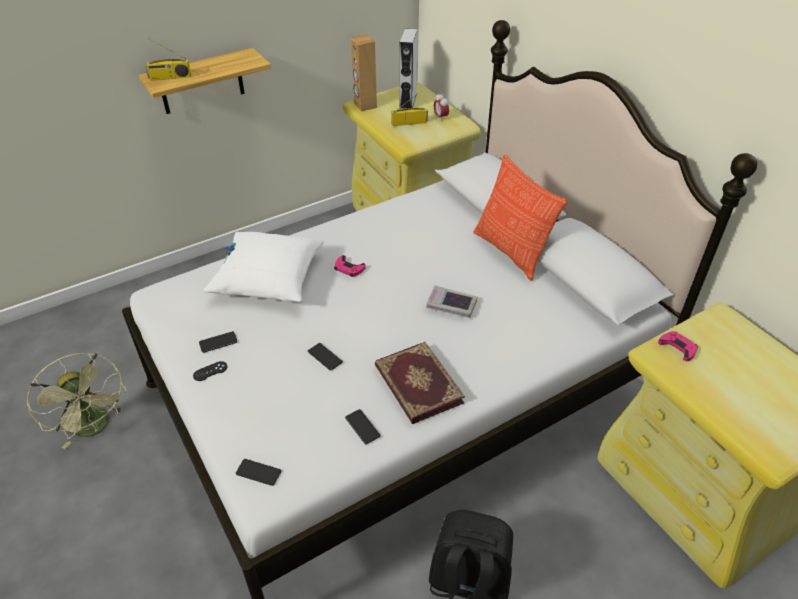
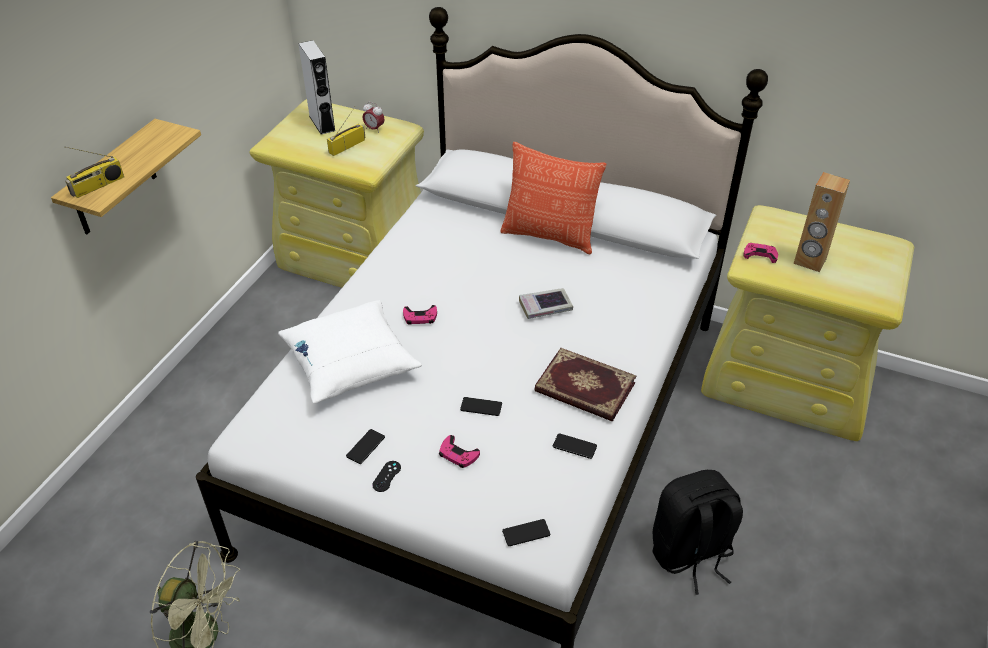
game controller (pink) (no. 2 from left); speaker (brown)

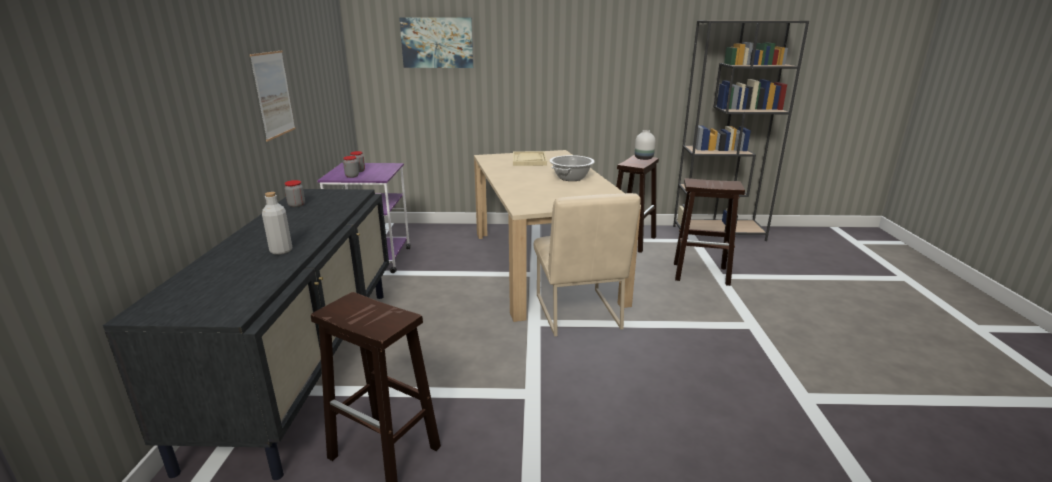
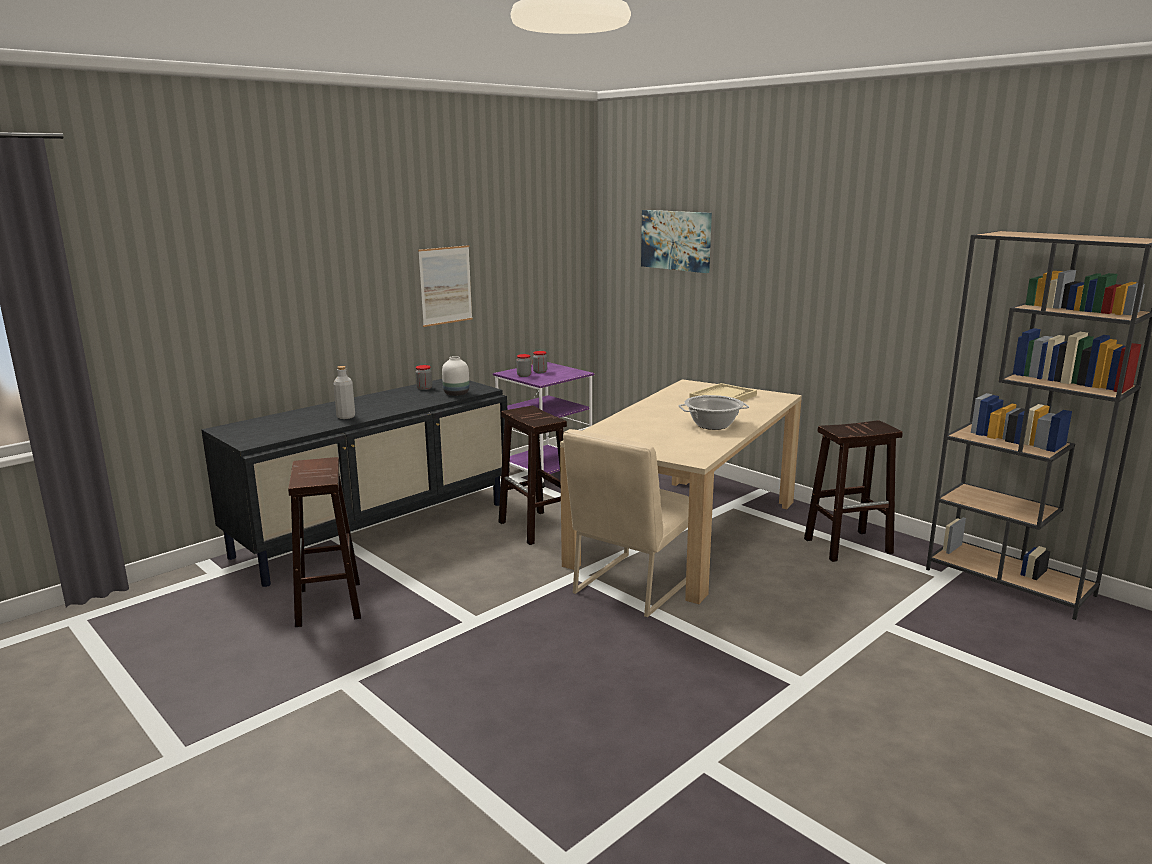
vase (white); stool (brown) (no. 2 from left)

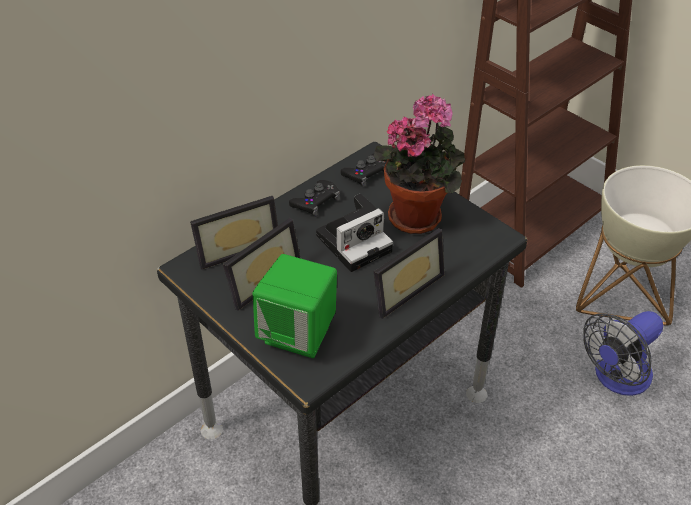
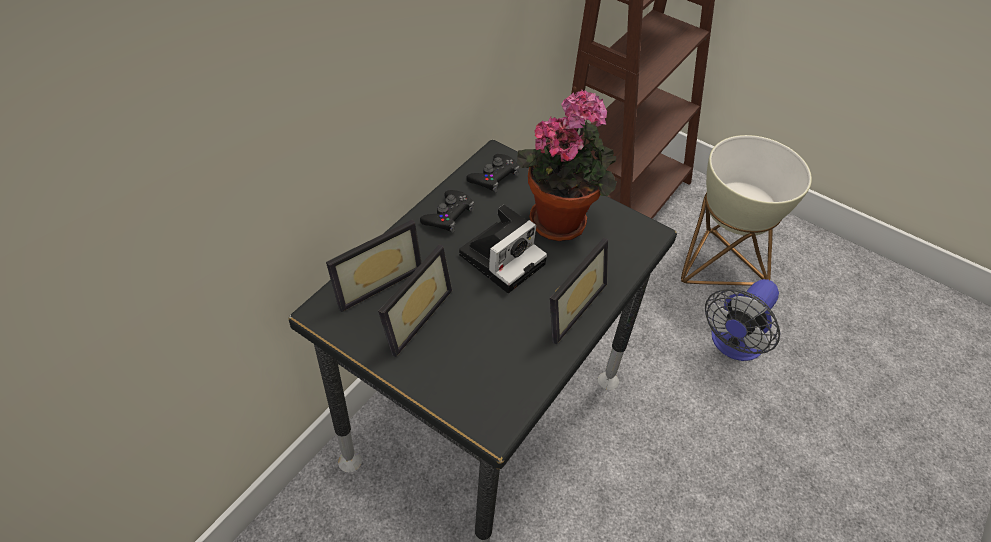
speaker (green)

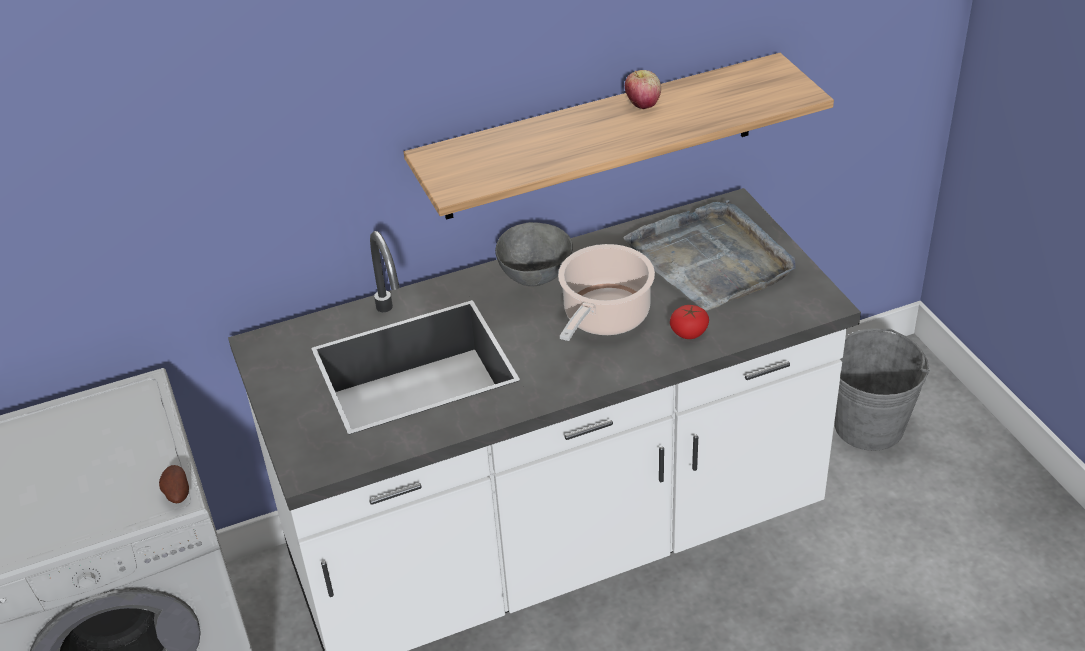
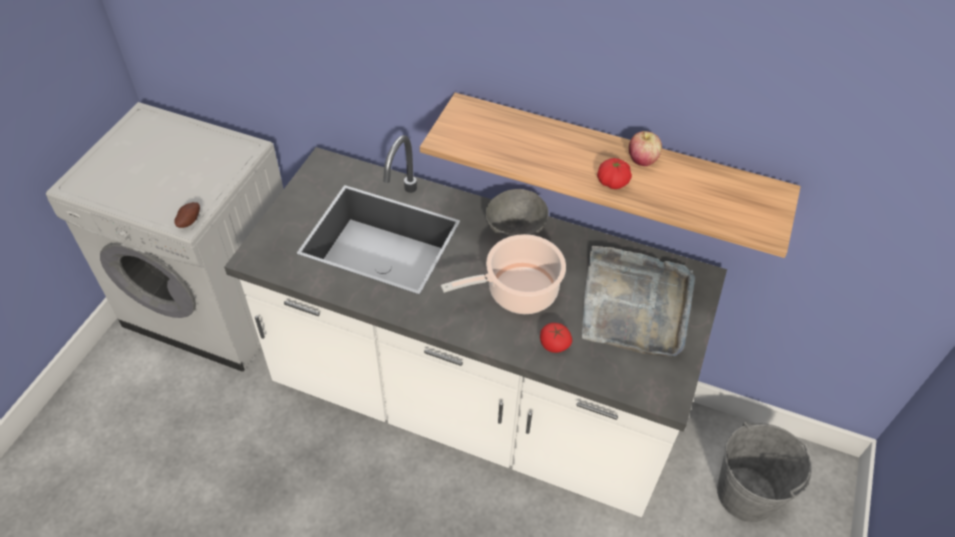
tomato (no. 2 from left)

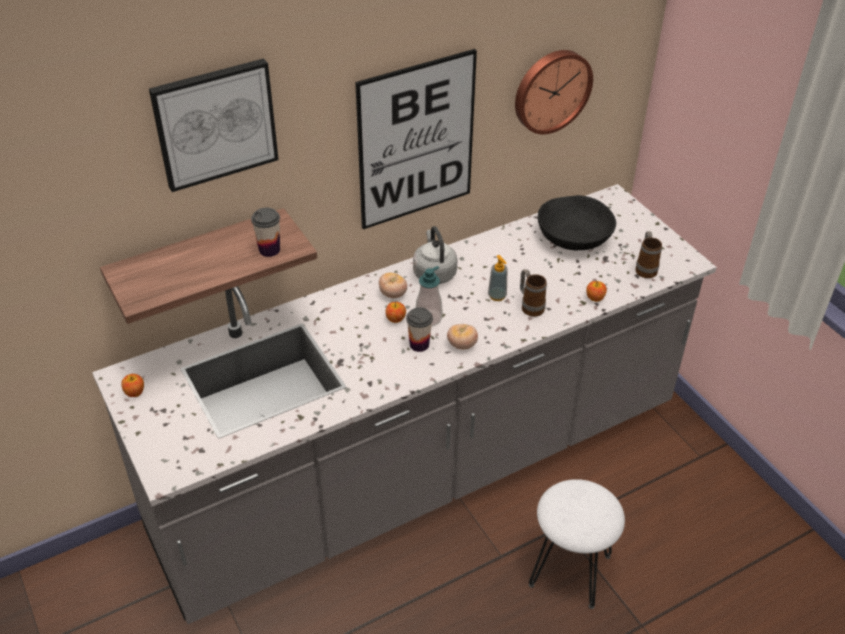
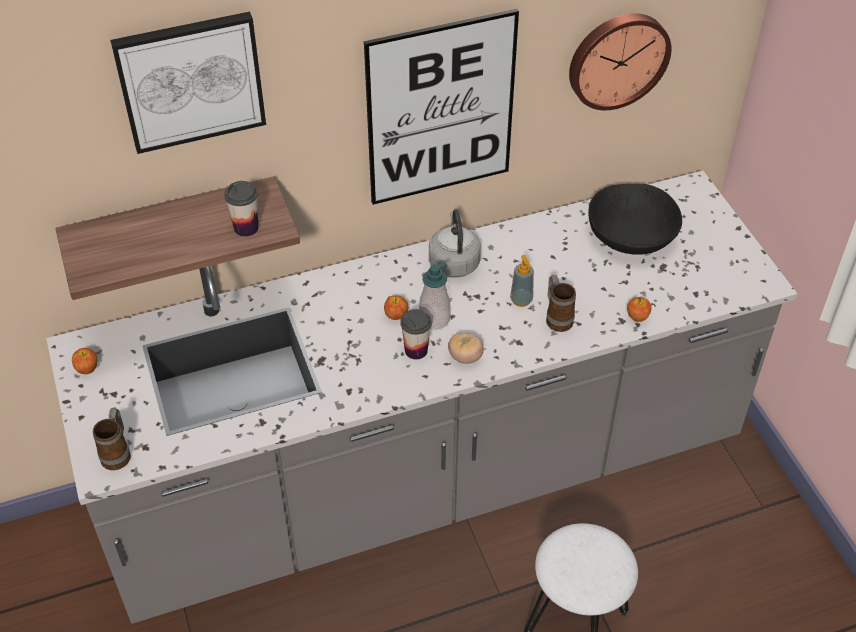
tomato (no. 1 from left in the first image); mug (no. 1 from left)

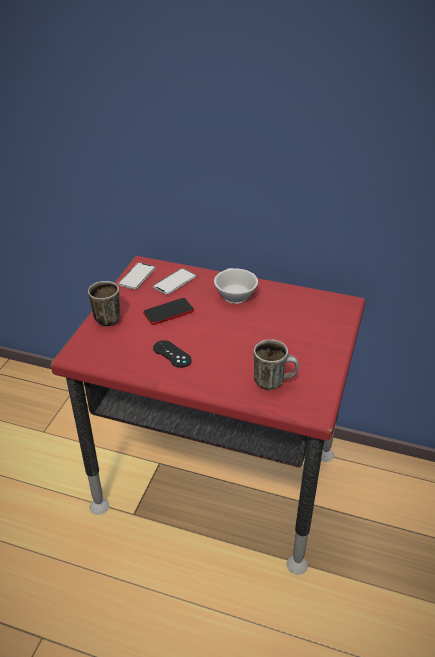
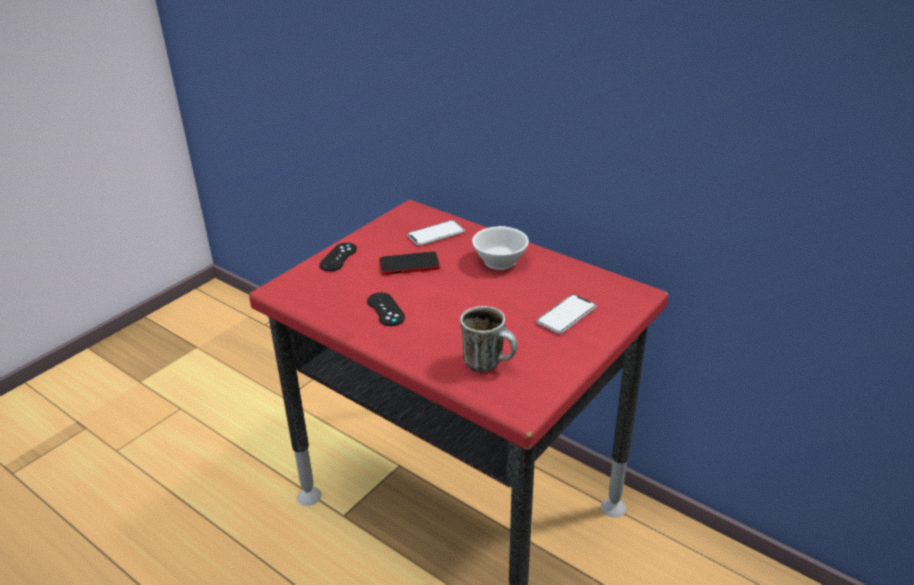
phone (no. 3 from left); game controller (black) (no. 1 from left)

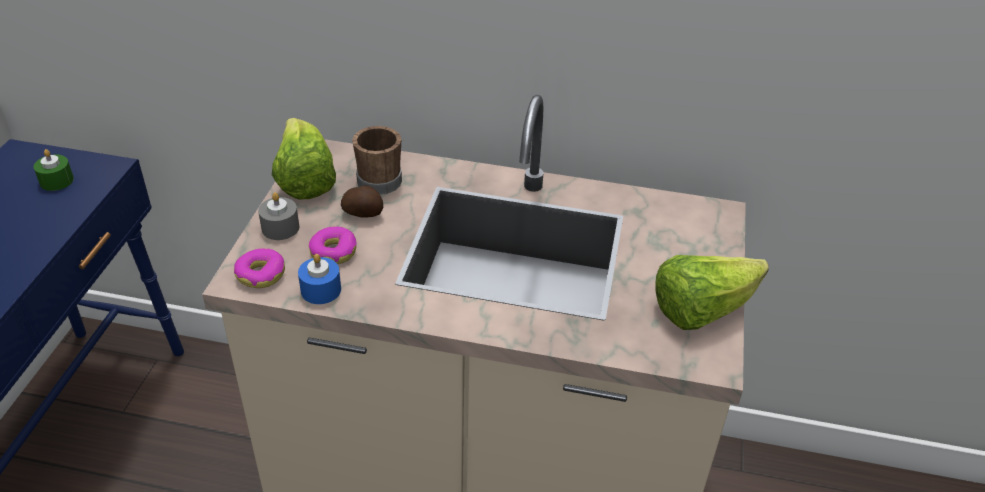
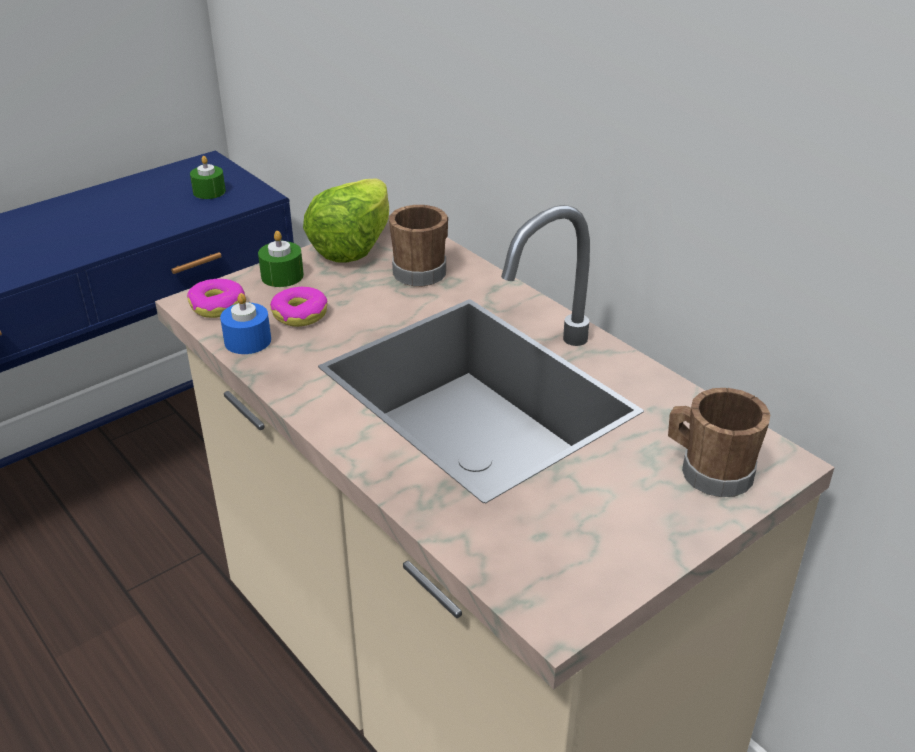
potato; lettuce (no. 2 from left in the first image); mug (brown) (no. 2 from left); candle (green) (no. 2 from left)

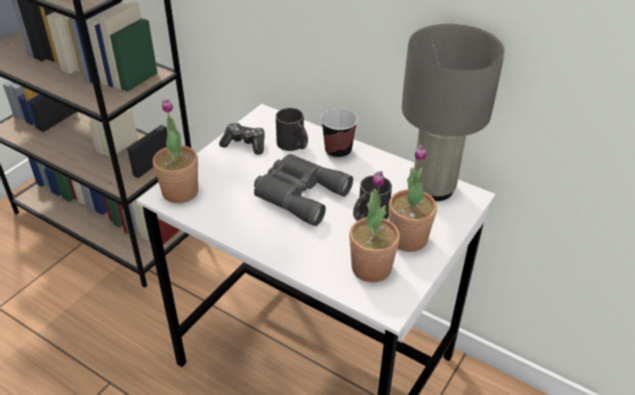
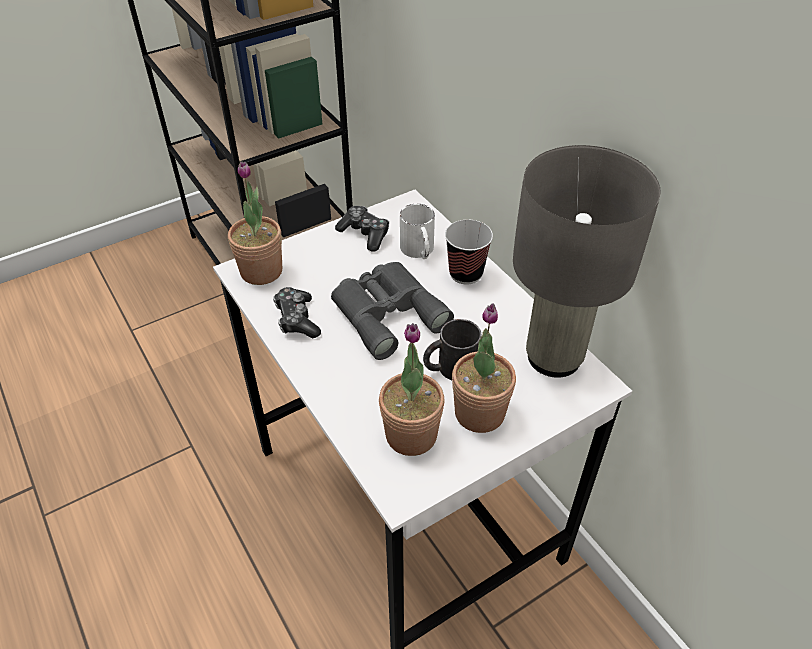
game controller (no. 1 from left); mug (white)

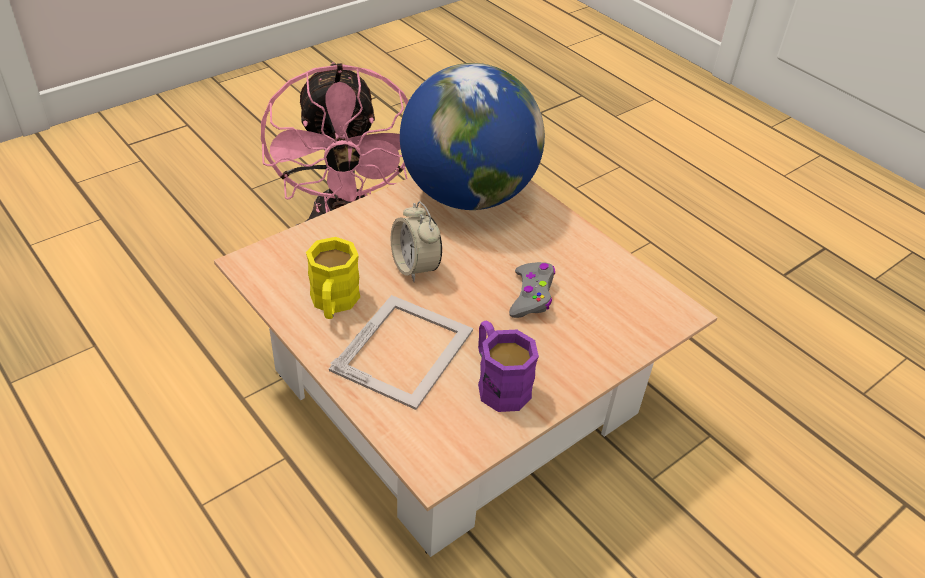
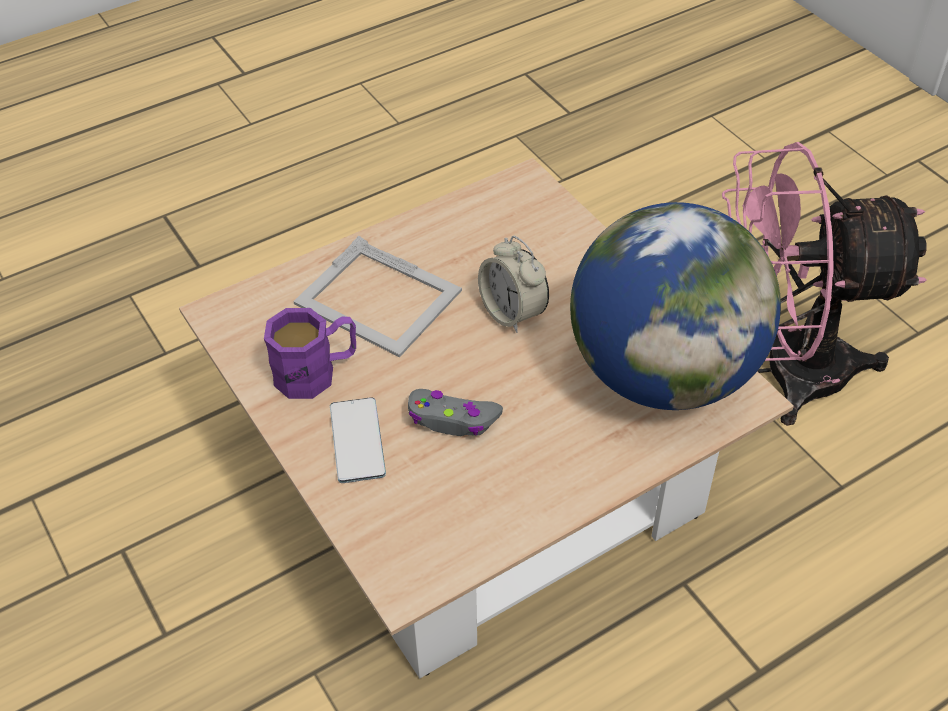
mug (yellow); phone; alarm clock

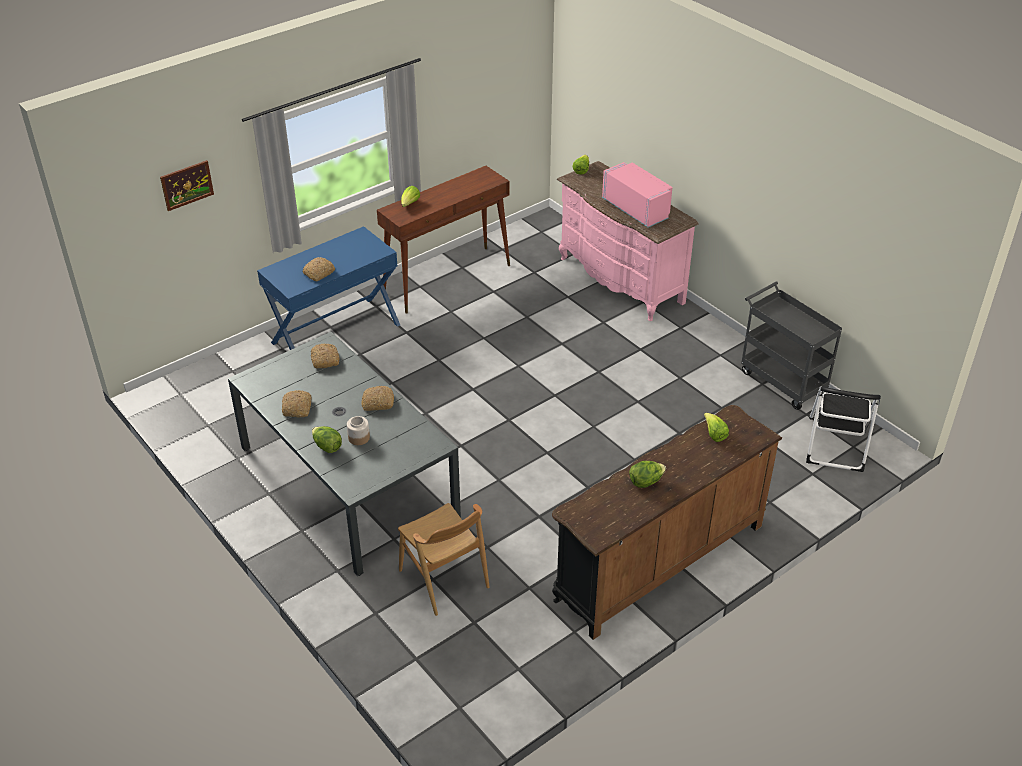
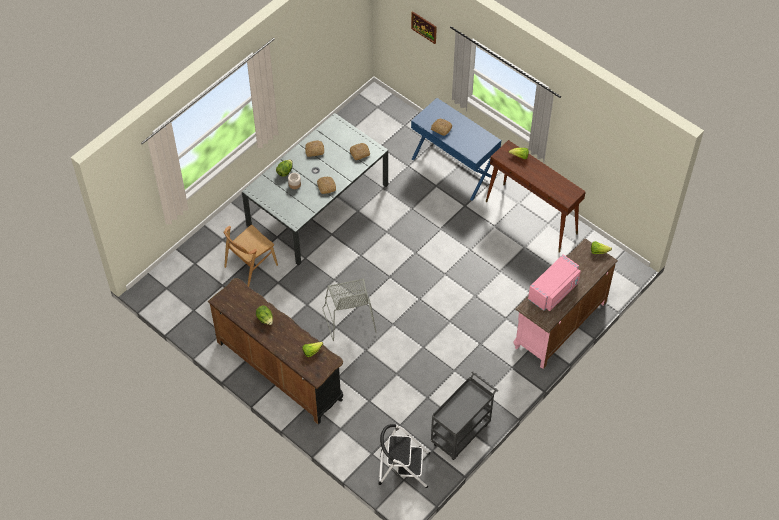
stool (grey)

